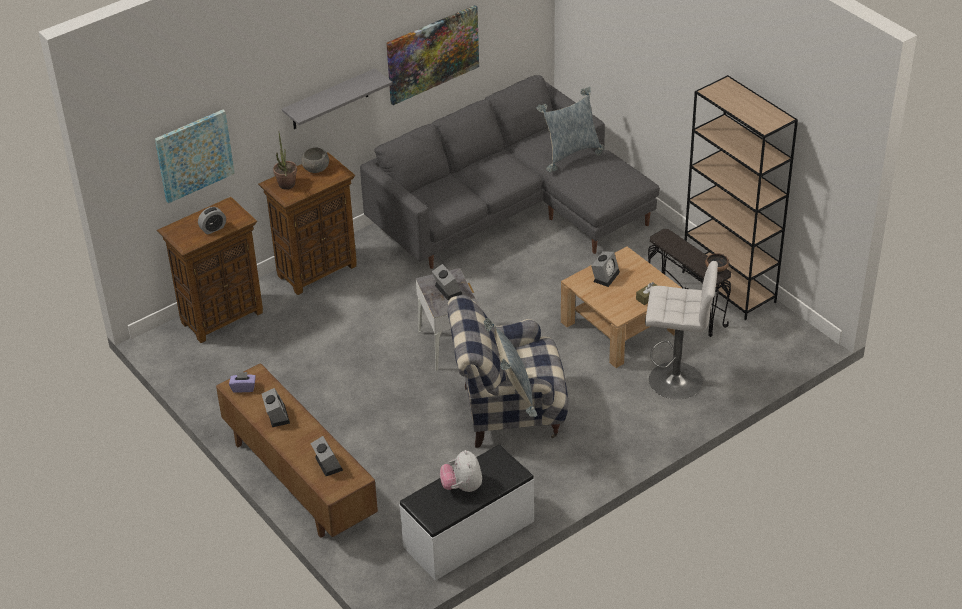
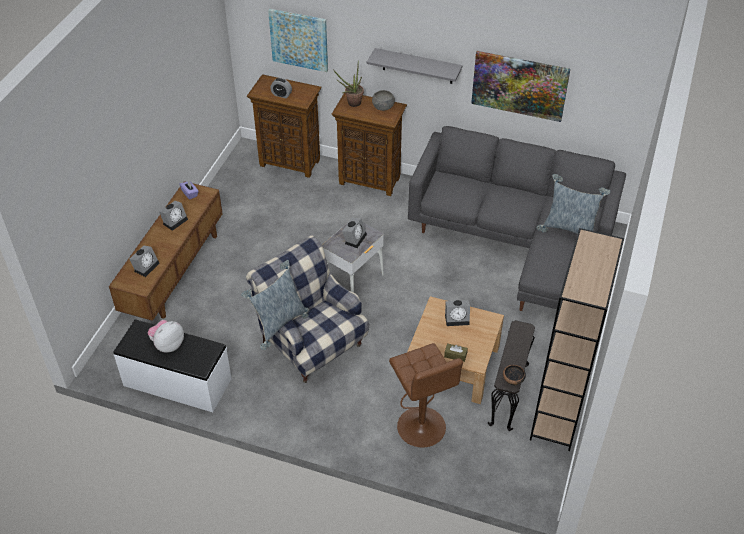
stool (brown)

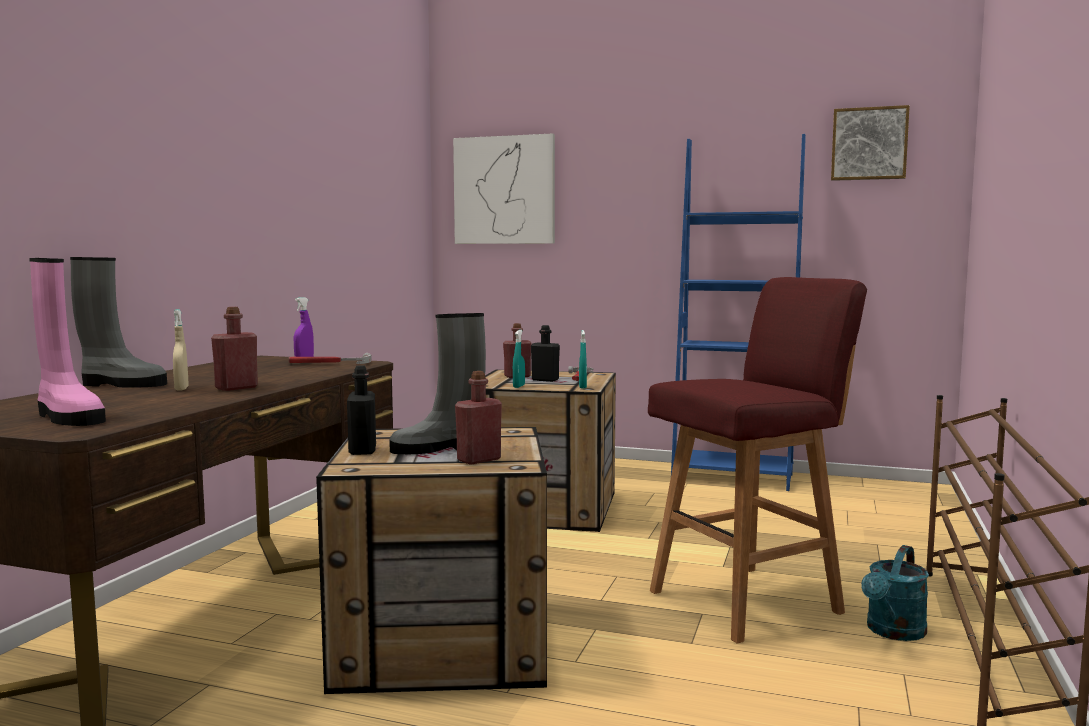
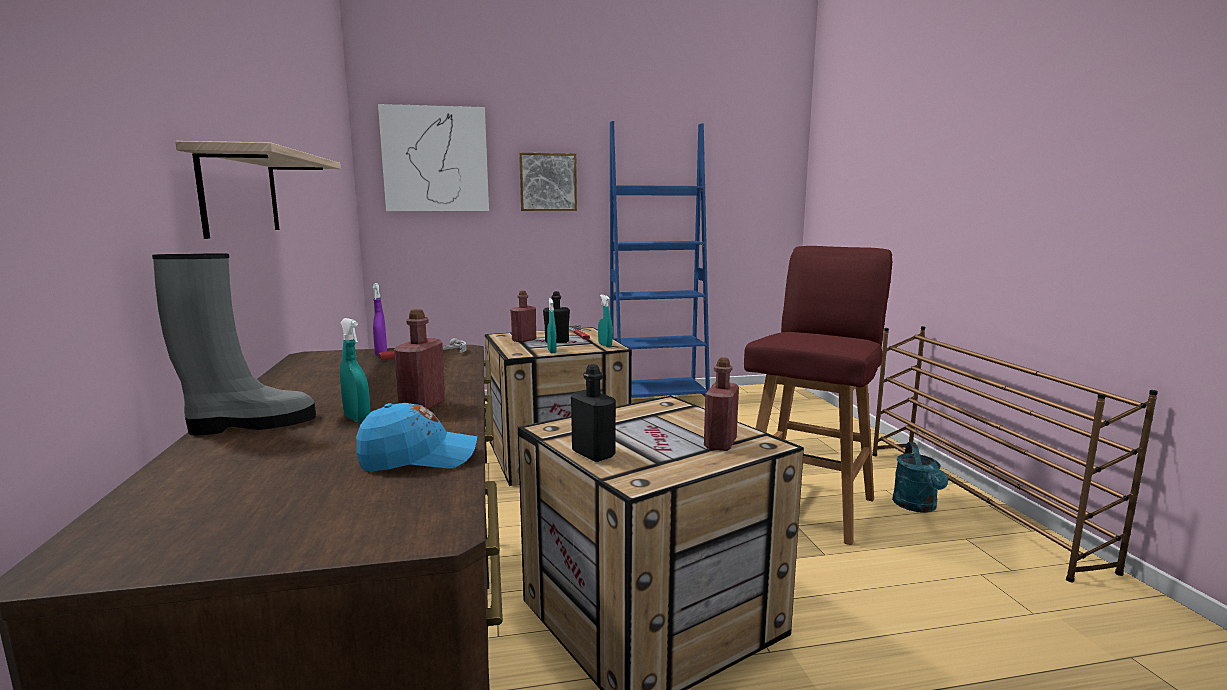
boot (pink); boot (grey) (no. 2 from left in the first image); shelf; cap (blue); picture (no. 2 from left); spray bottle (turquoise) (no. 1 from left)

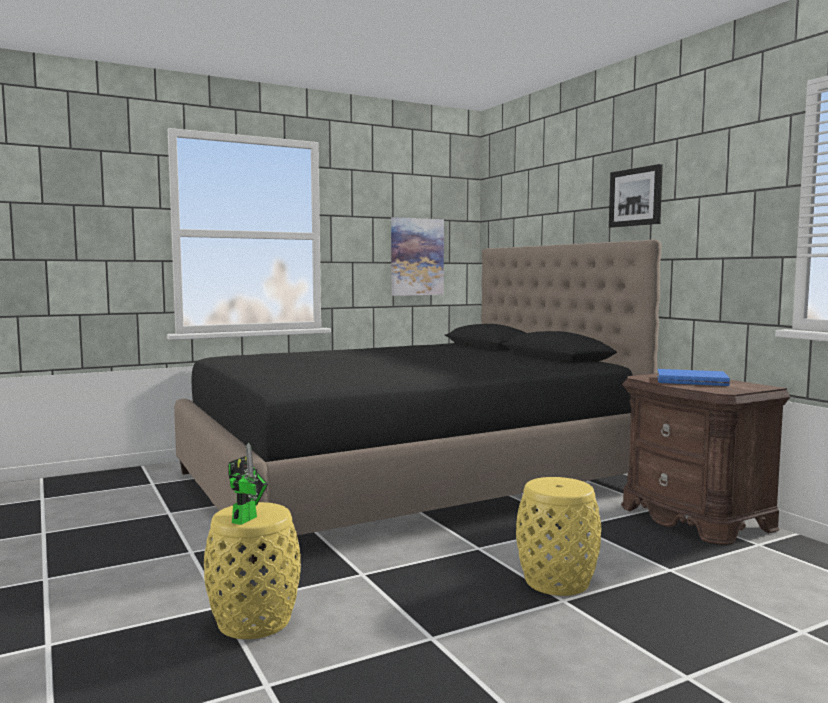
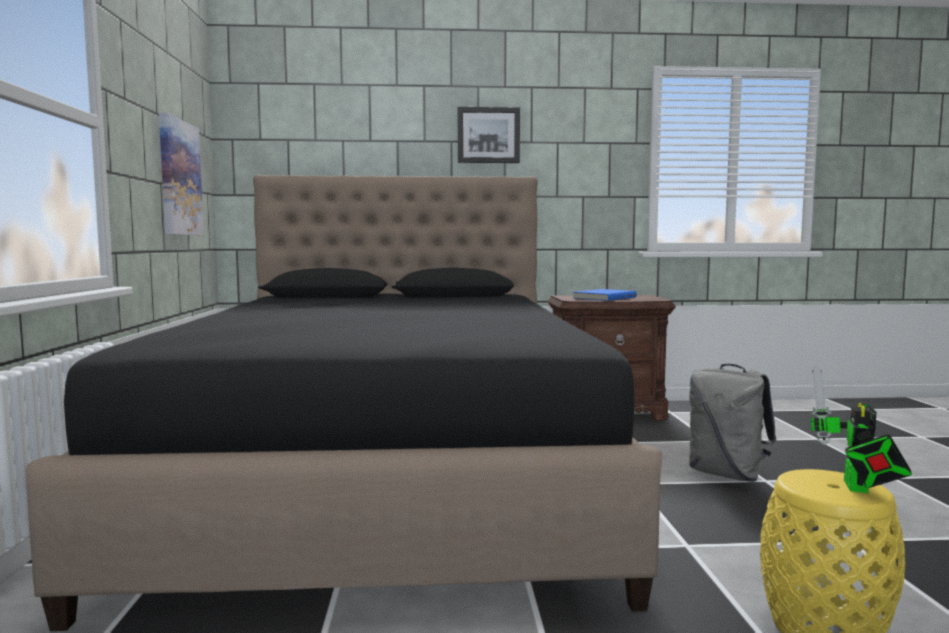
backpack (grey); toy robot

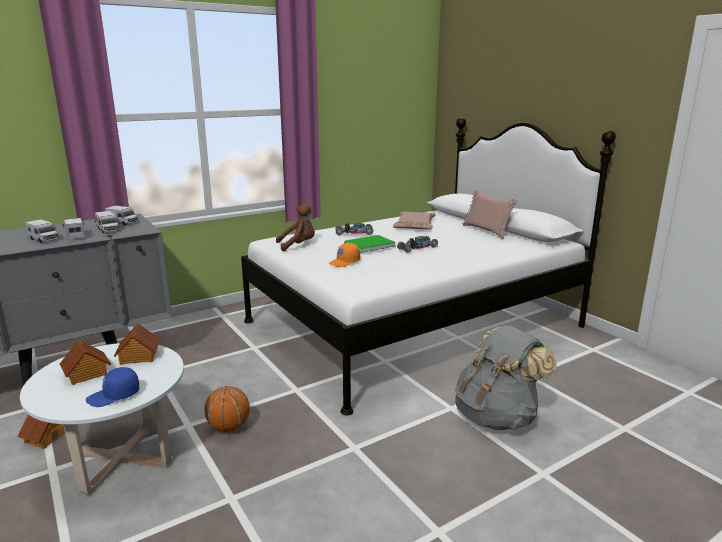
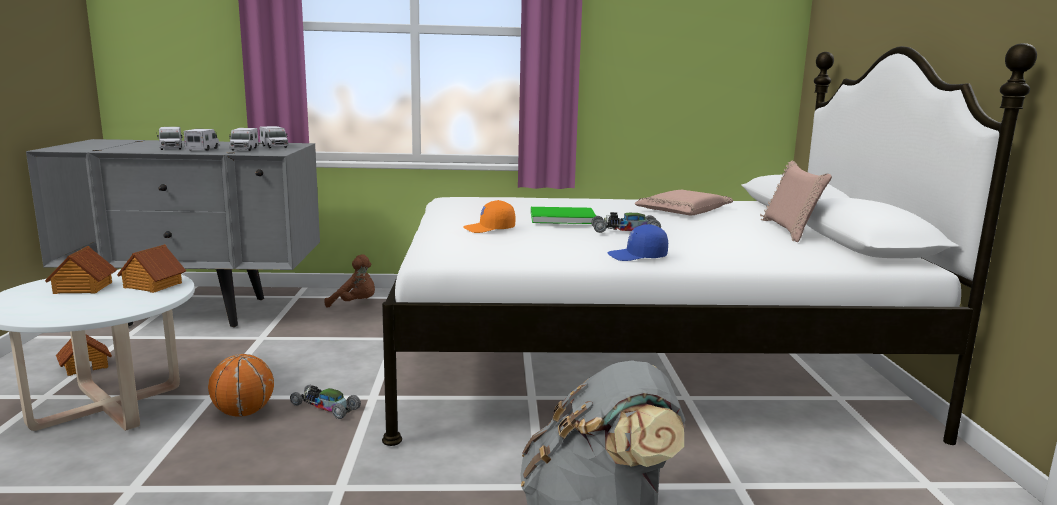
cap (blue); plush toy (brown); toy car (no. 1 from left)

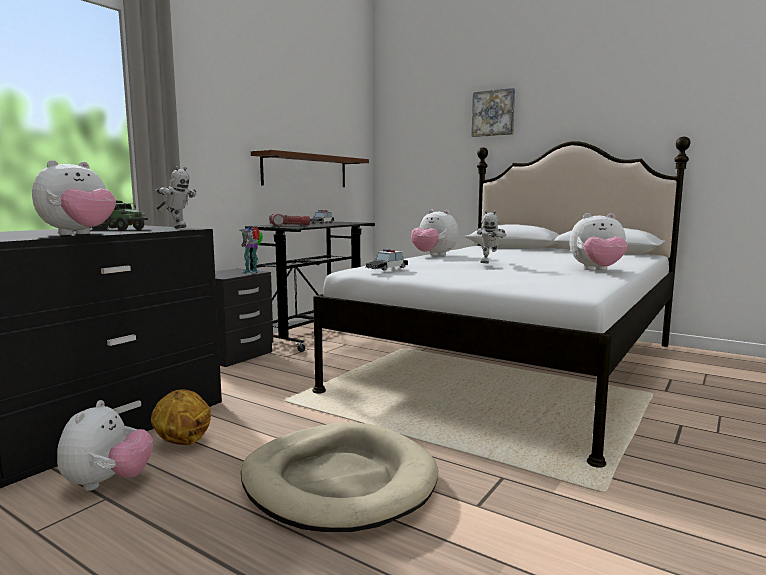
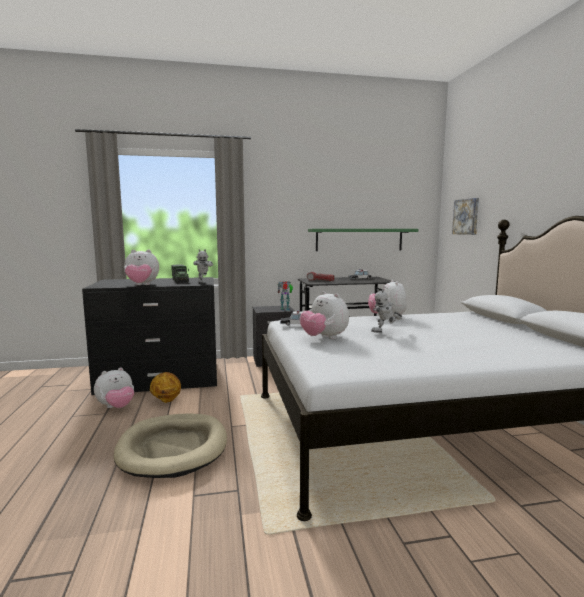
picture; plush toy (no. 3 from left); shelf (green)

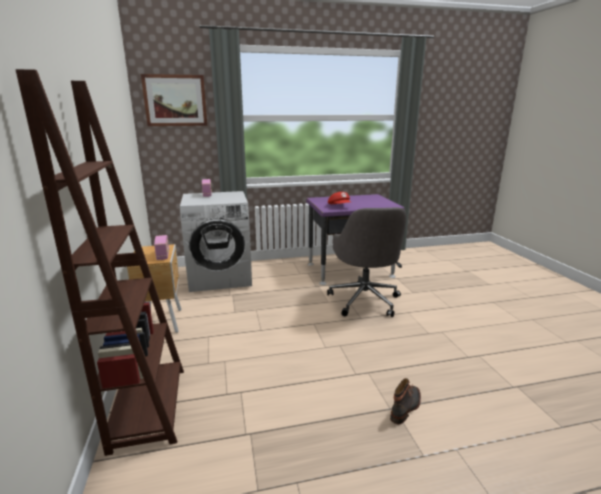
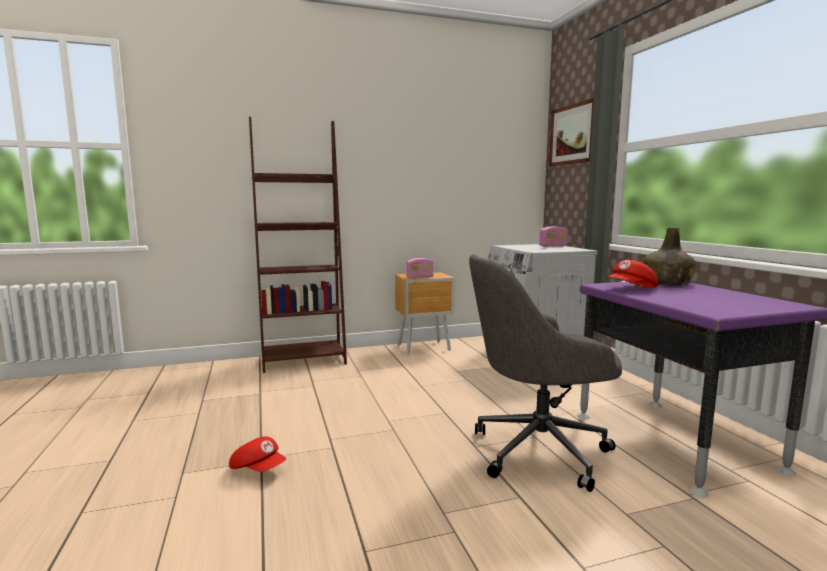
bottle (green); cap (red) (no. 1 from left)

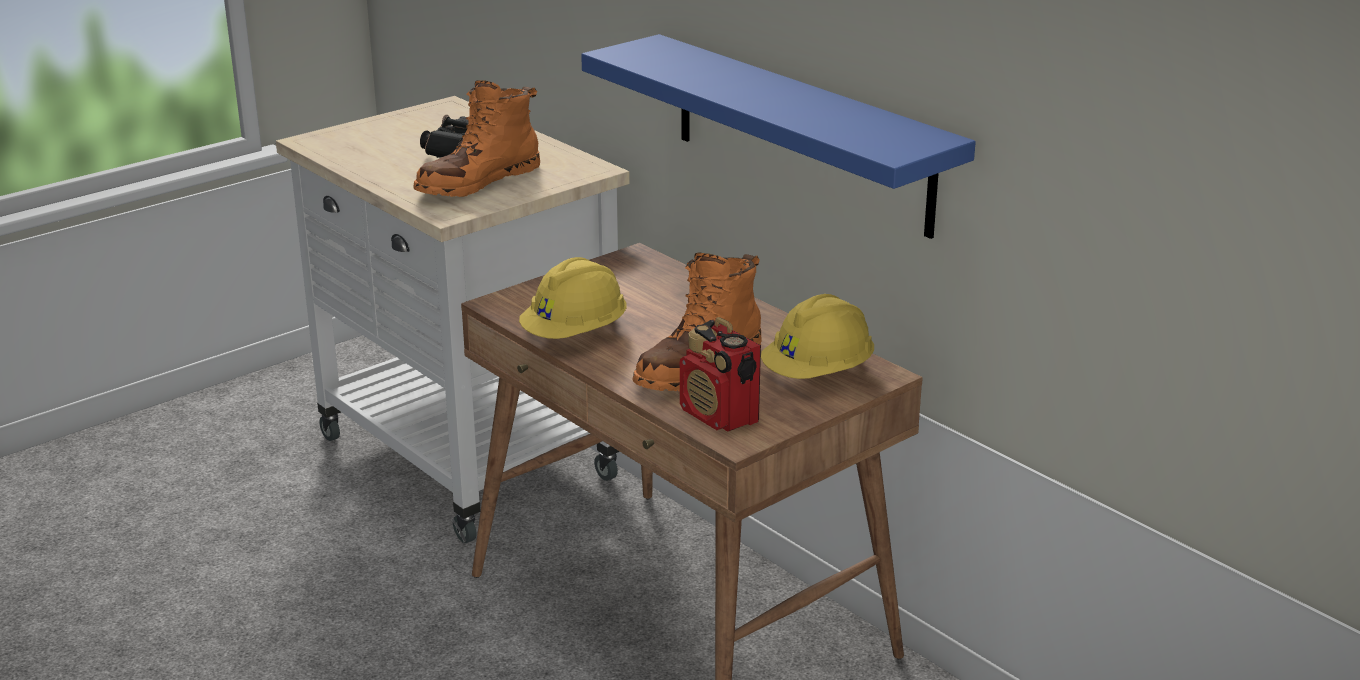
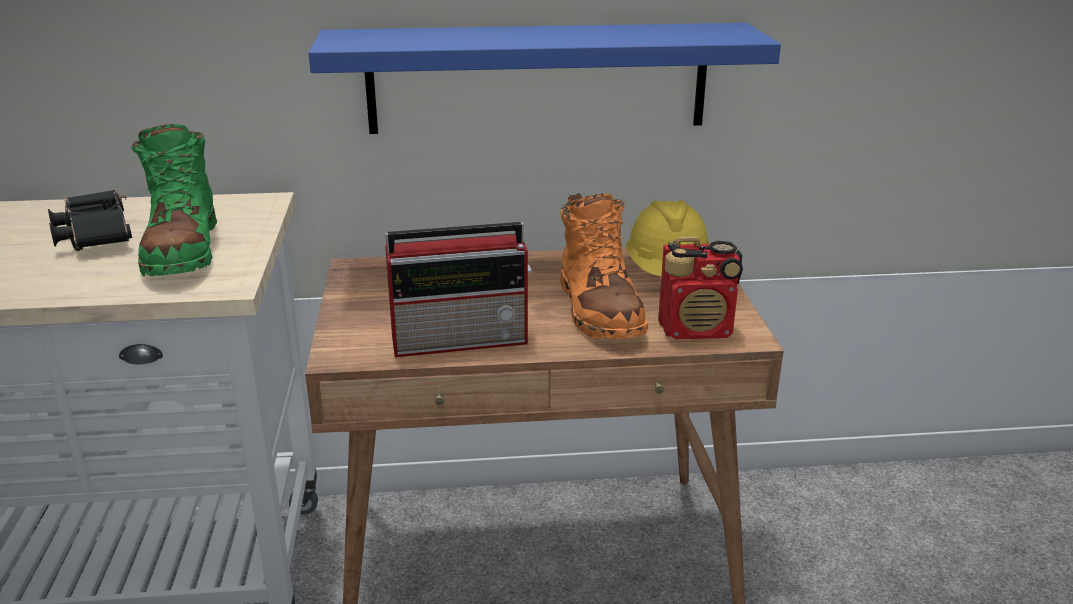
radio (no. 1 from left); boot (green)

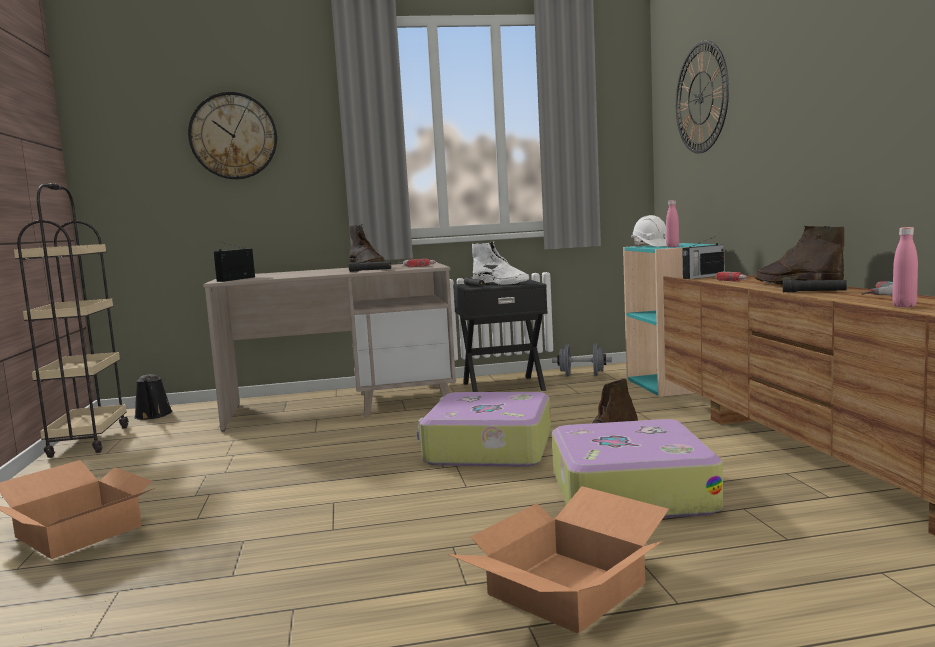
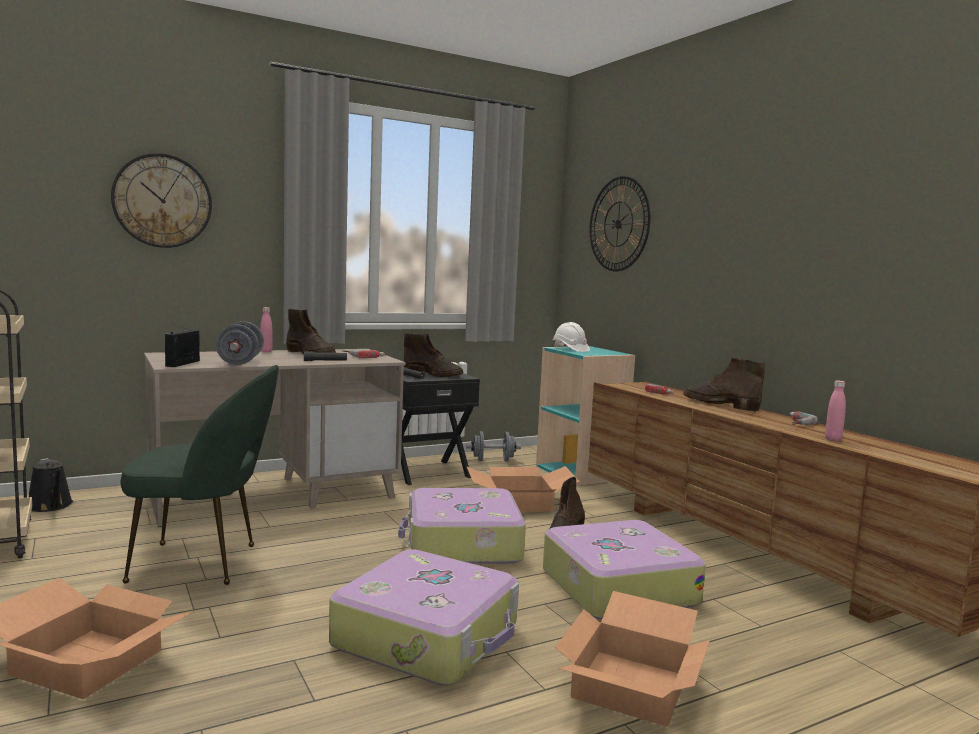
radio (no. 2 from left in the first image); flashlight (black) (no. 3 from left in the first image); chair (green); dumbbell (grey) (no. 1 from left); suitcase (no. 1 from left); cardboard box (no. 2 from left); bottle (pink) (no. 1 from left); boot (brown) (no. 2 from left)

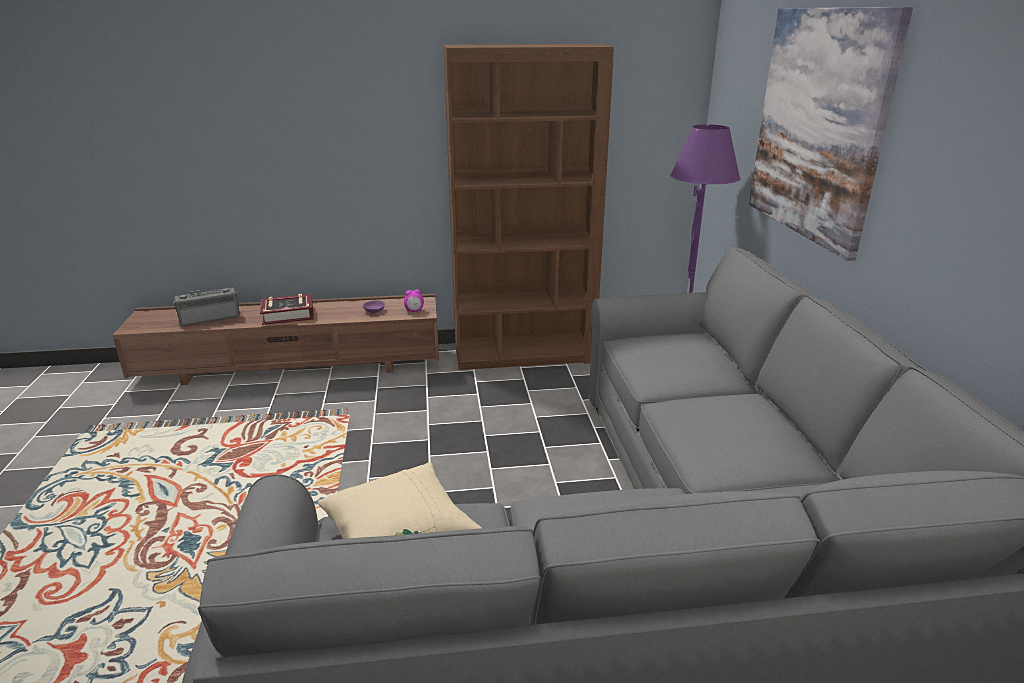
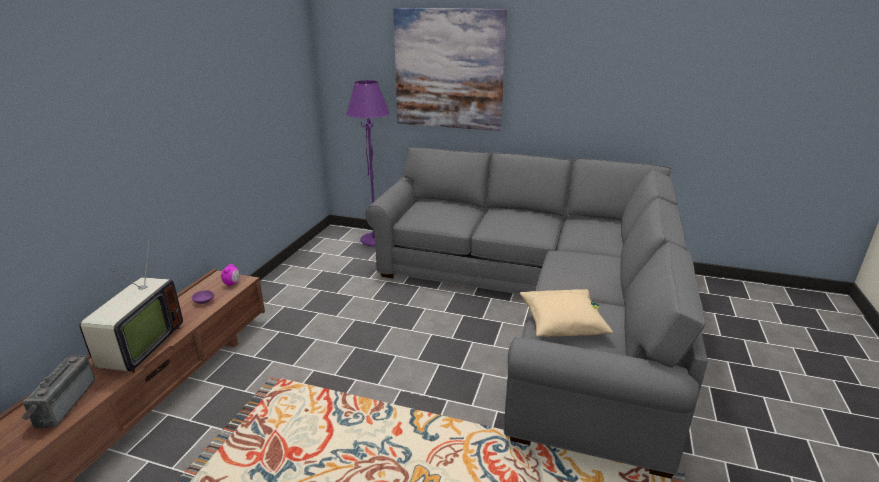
bookcase (brown); television

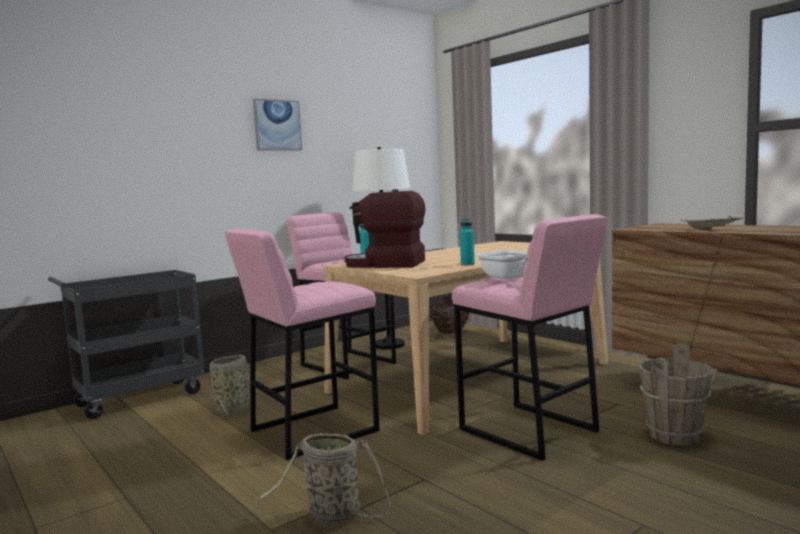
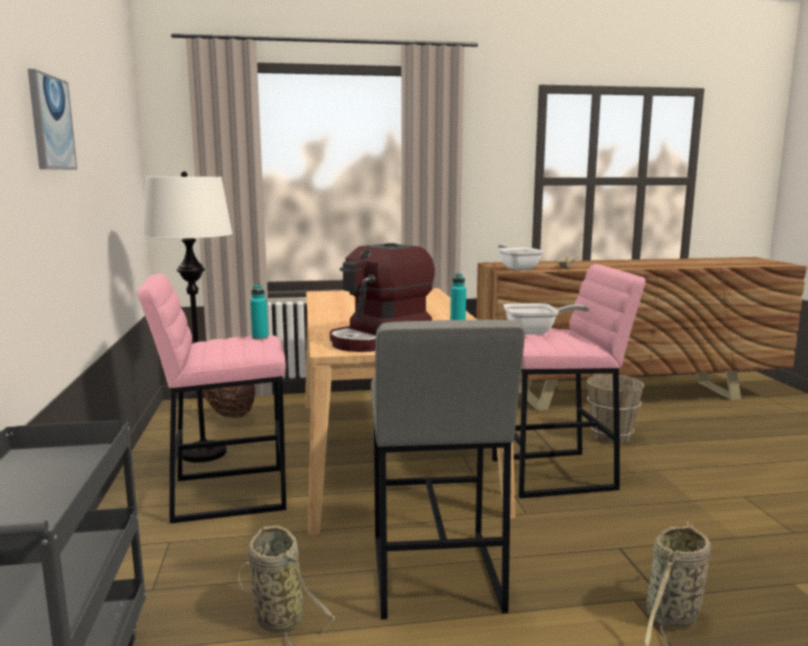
frying pan (no. 1 from left); stool (grey)

